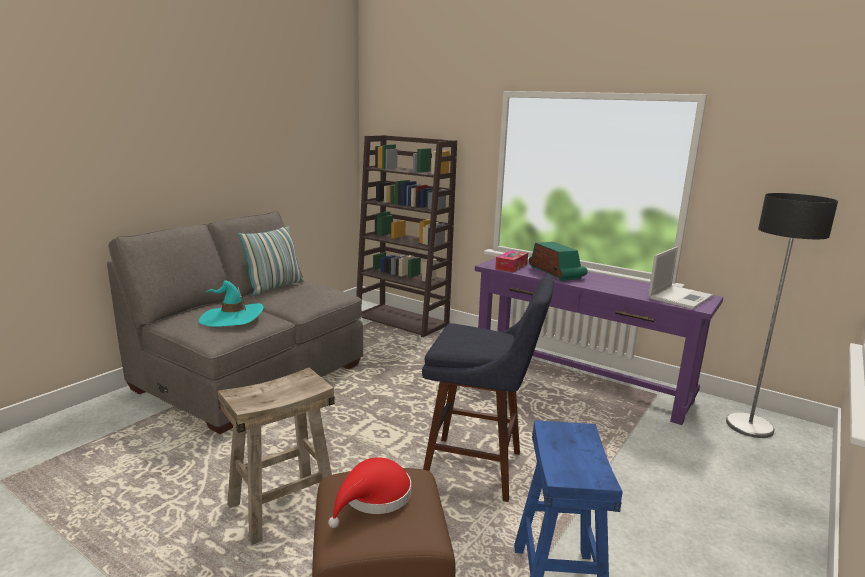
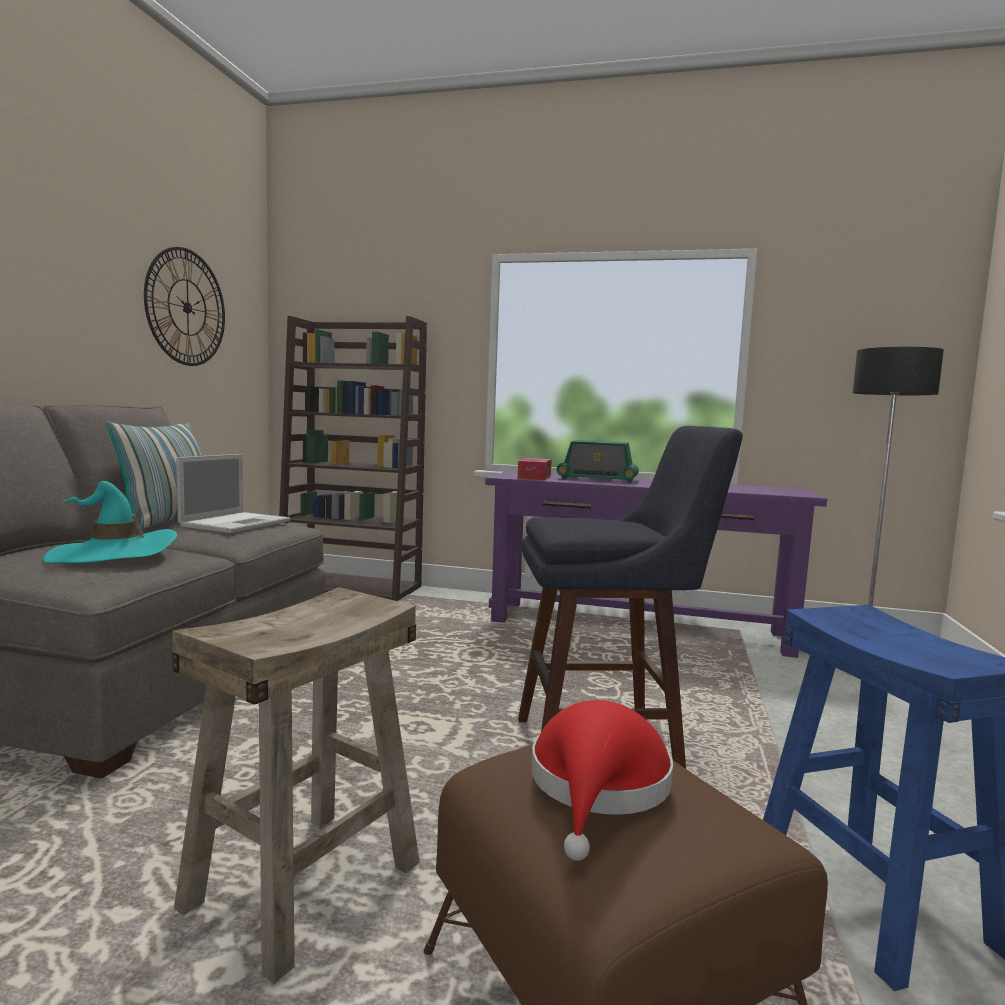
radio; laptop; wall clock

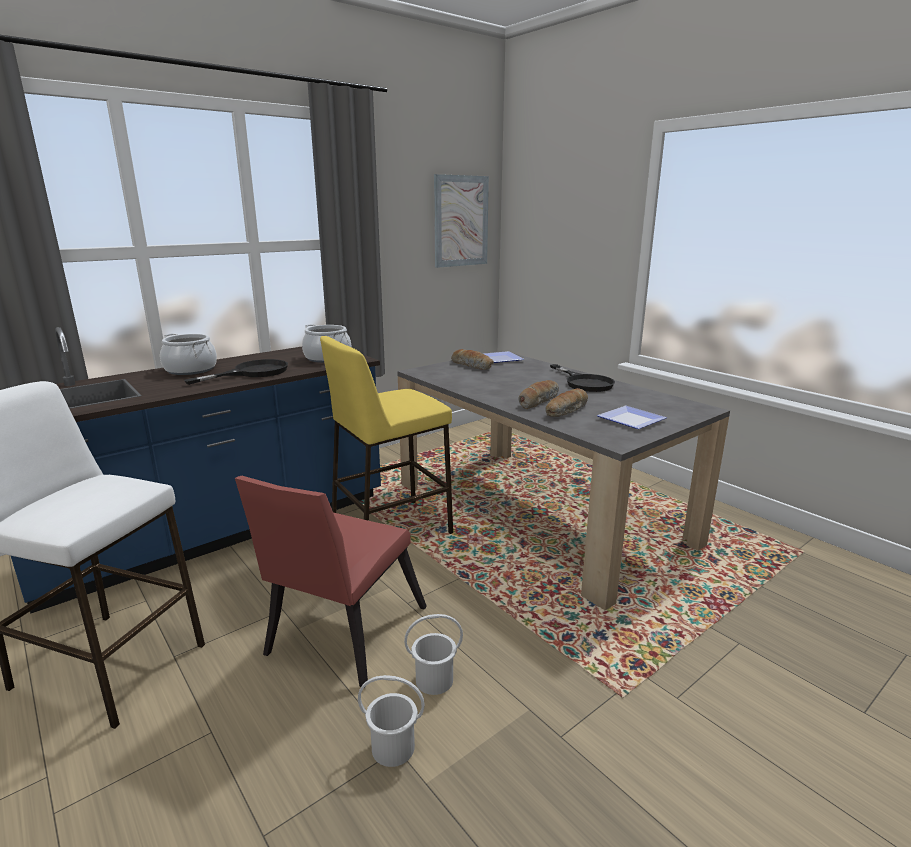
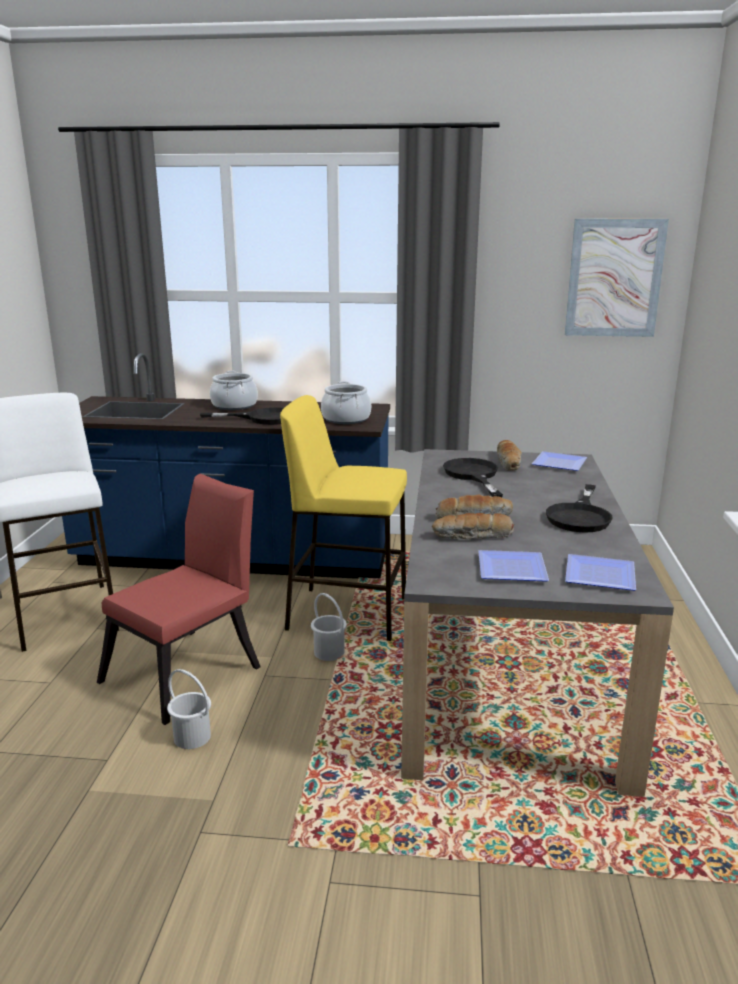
red chair; white bucket (no. 2 from left); black frying pan (no. 2 from left); plate (no. 3 from left)

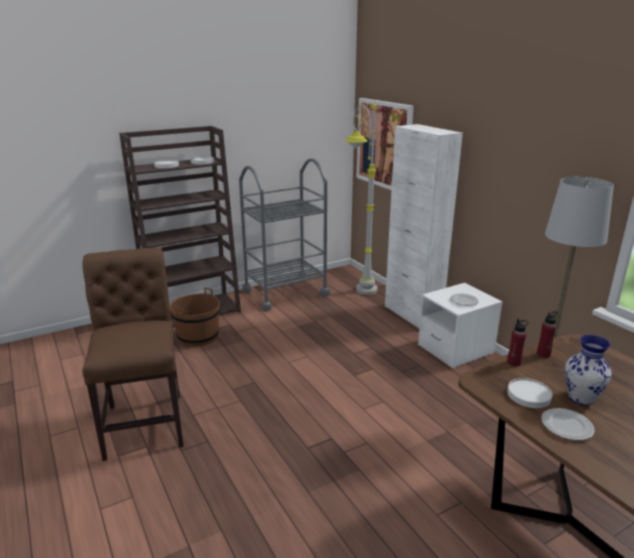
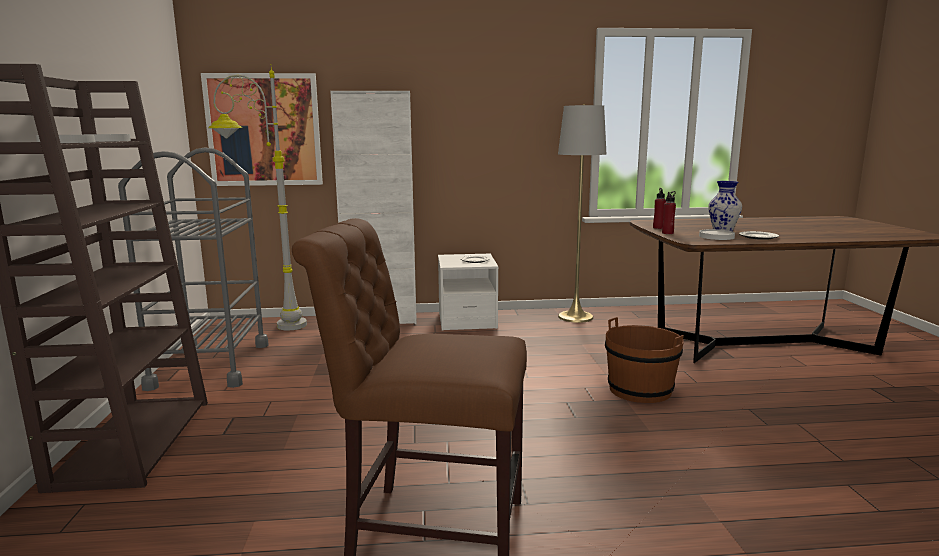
brown bucket

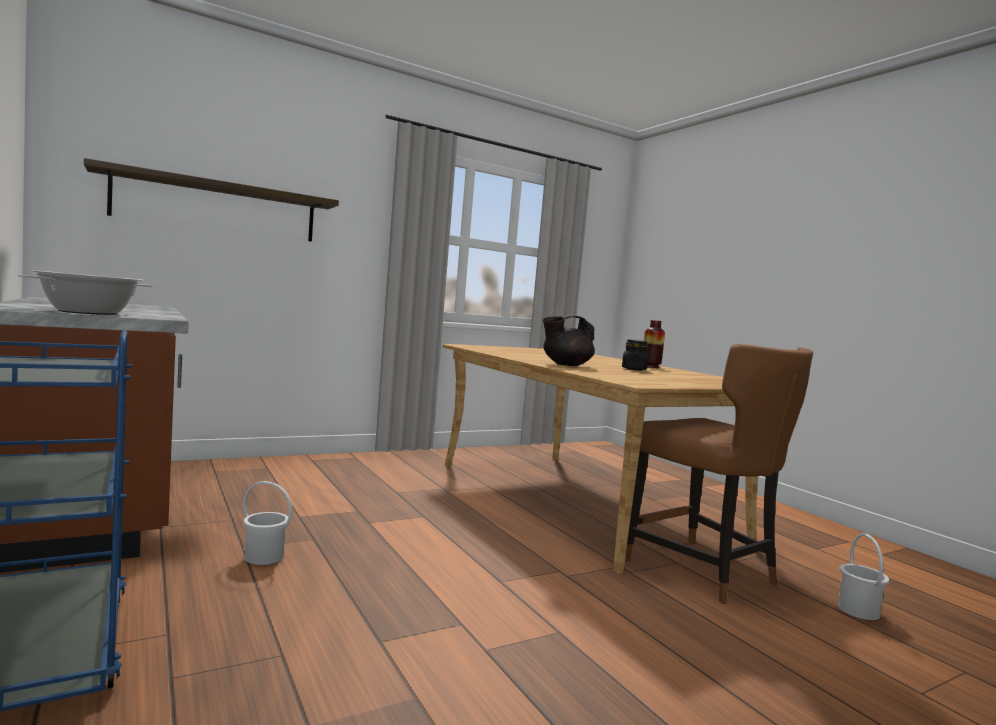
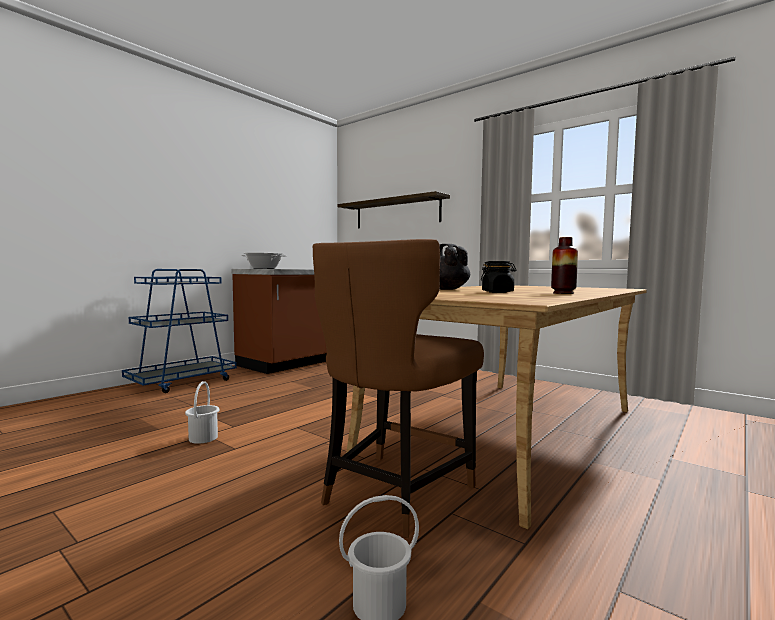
white bucket (no. 1 from left)

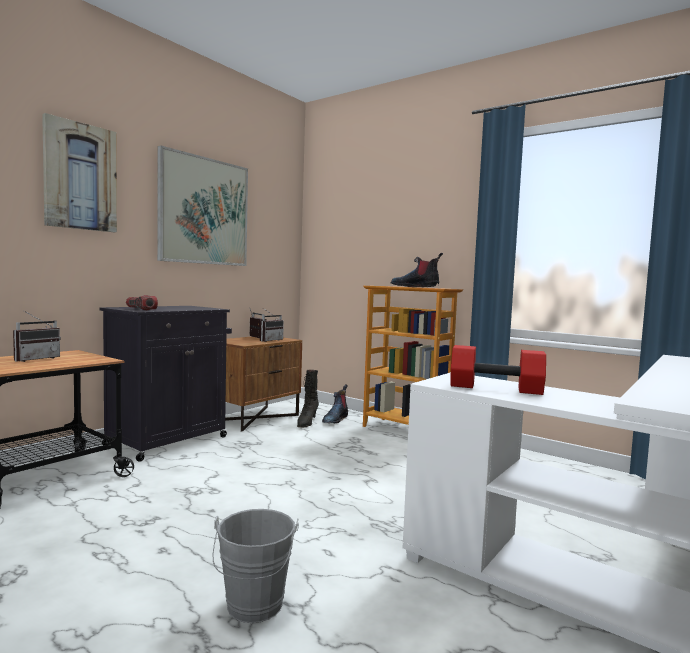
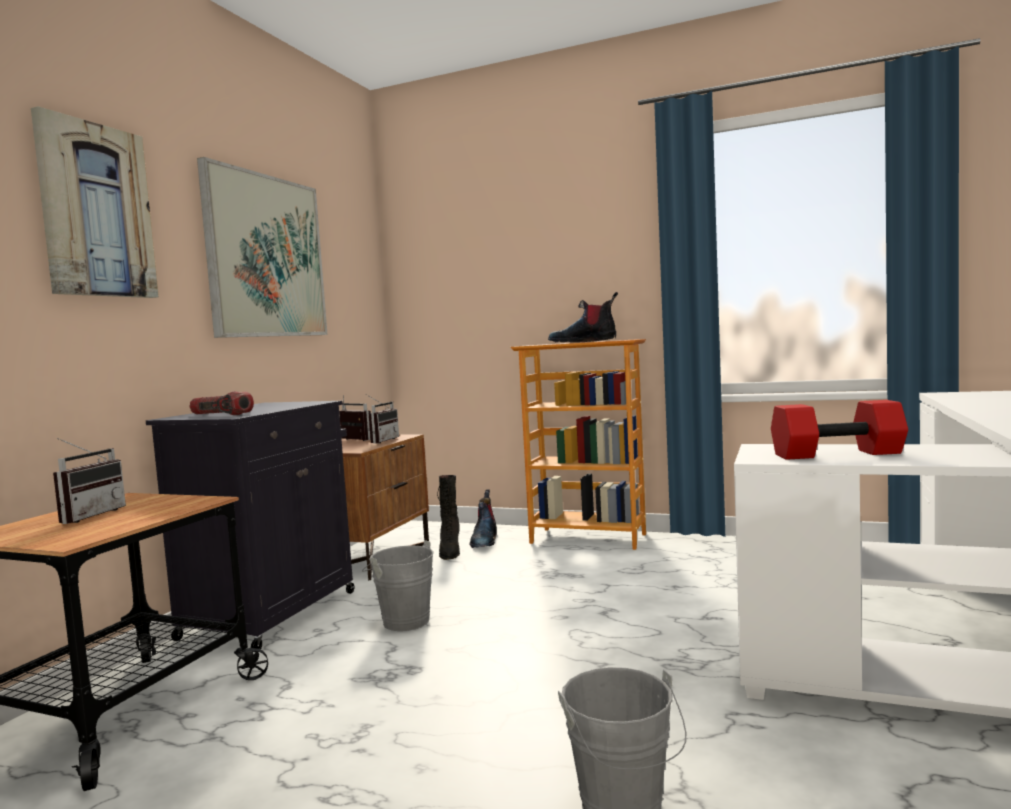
grey bucket (no. 1 from left)

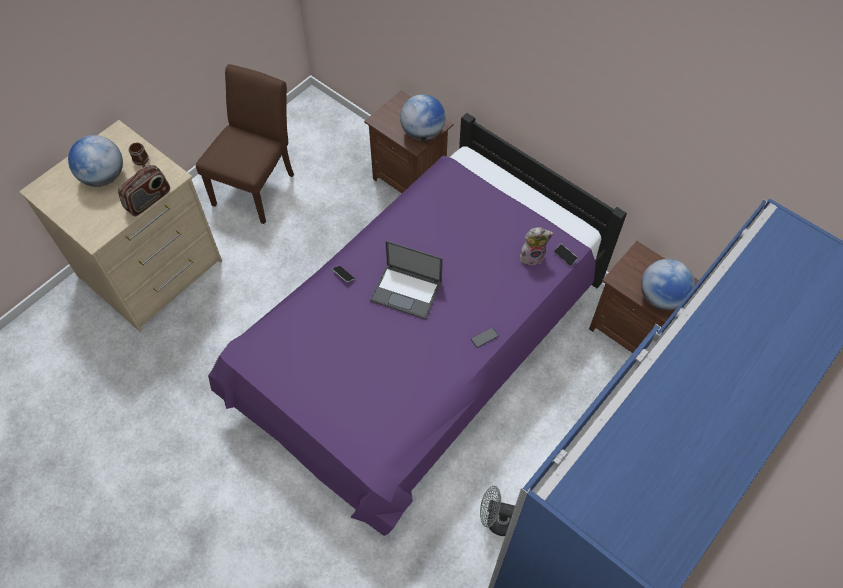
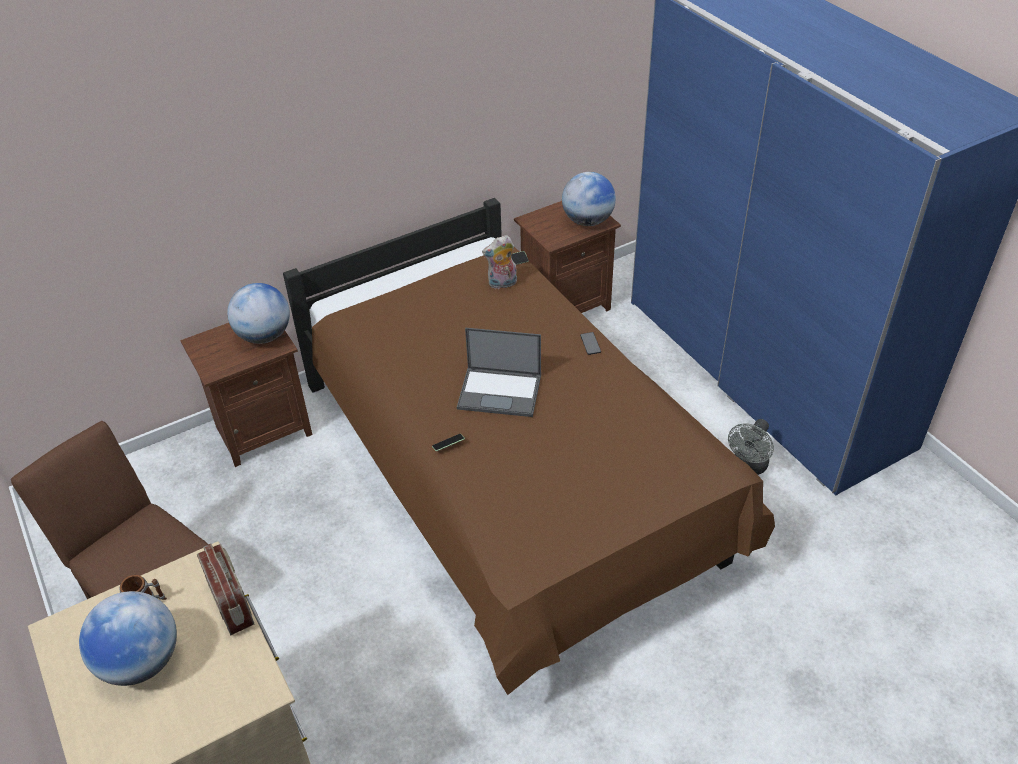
brown bed; laptop; plush toy

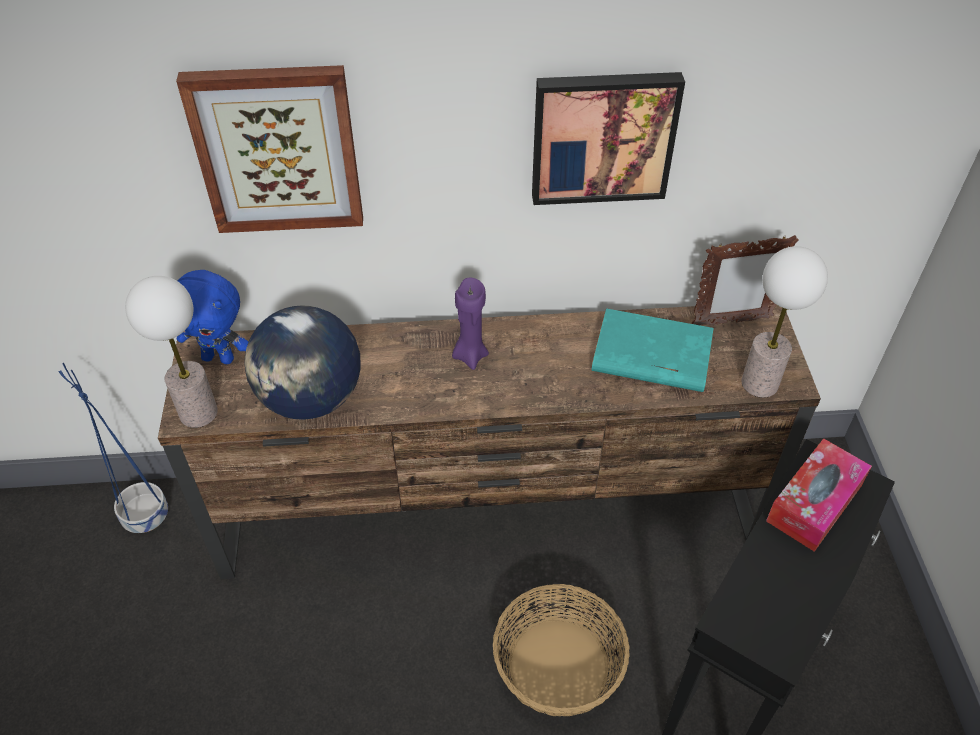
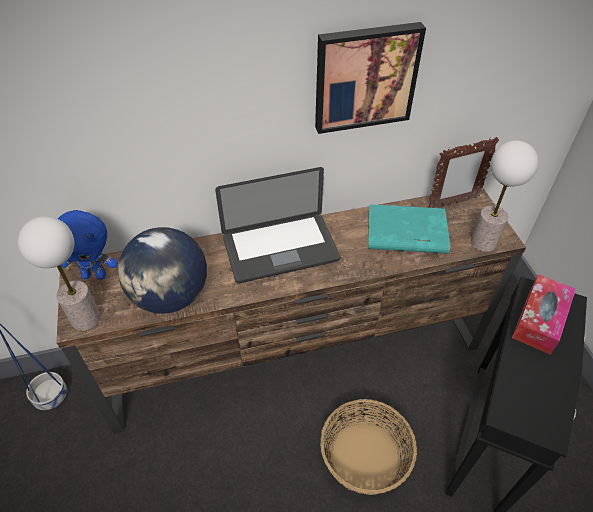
picture (no. 1 from left in the first image); laptop

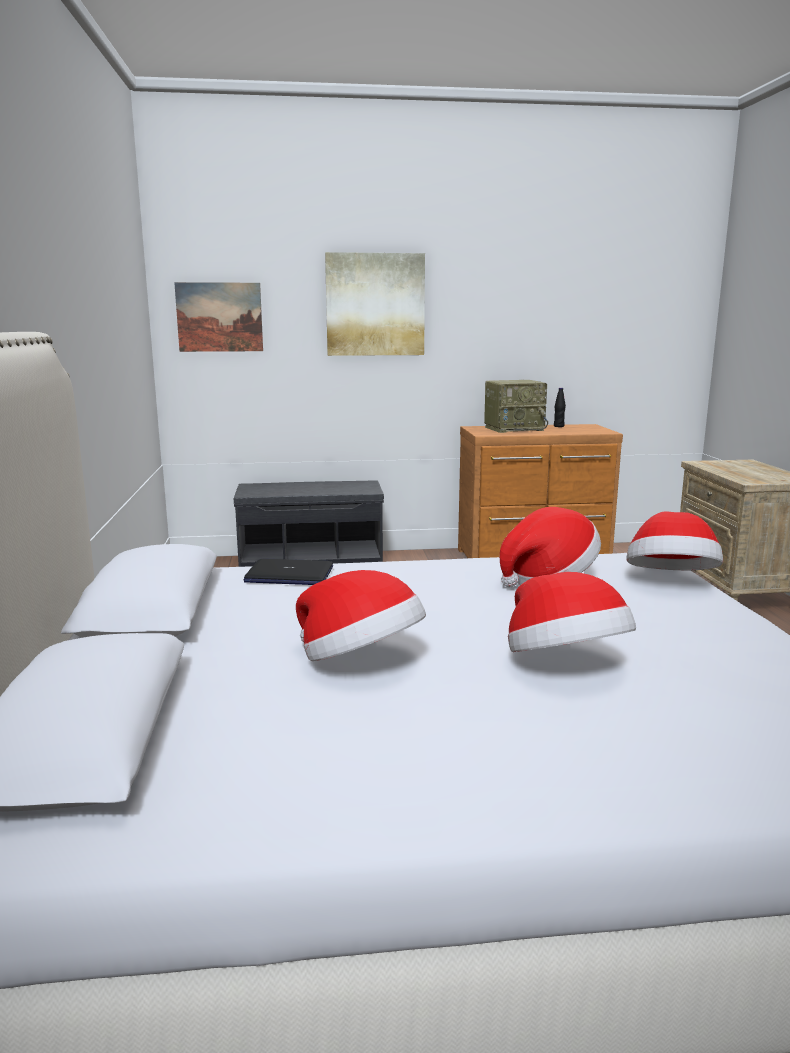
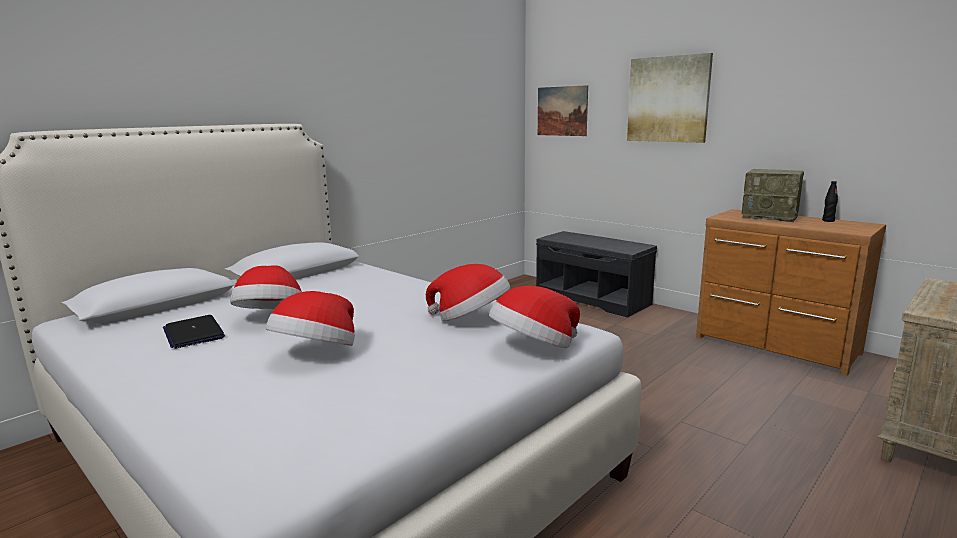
laptop

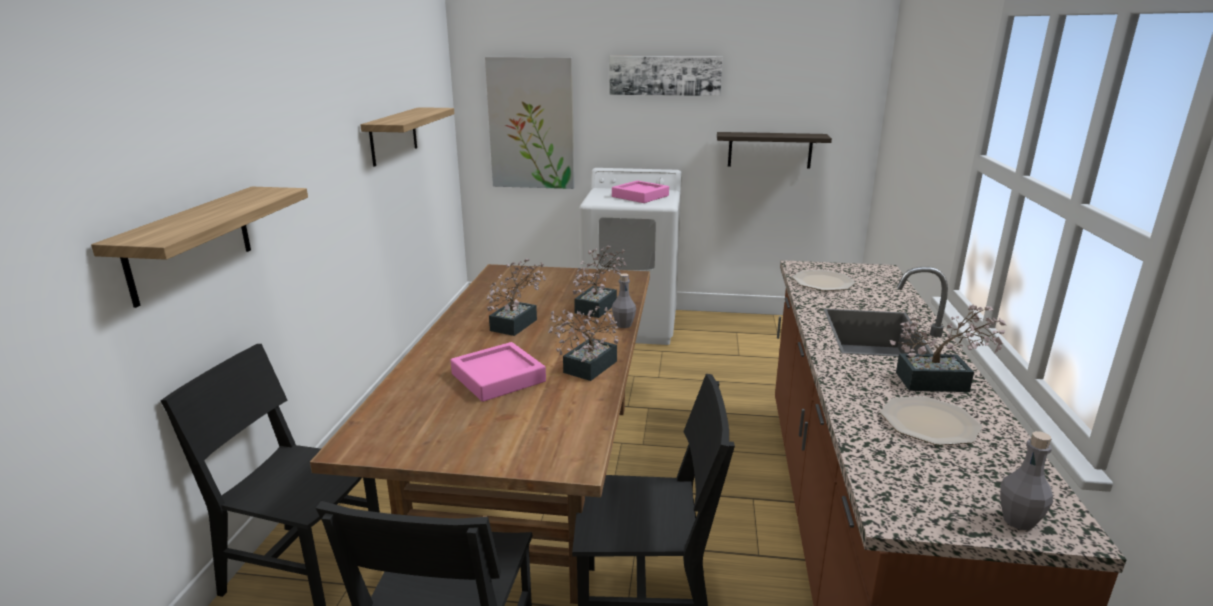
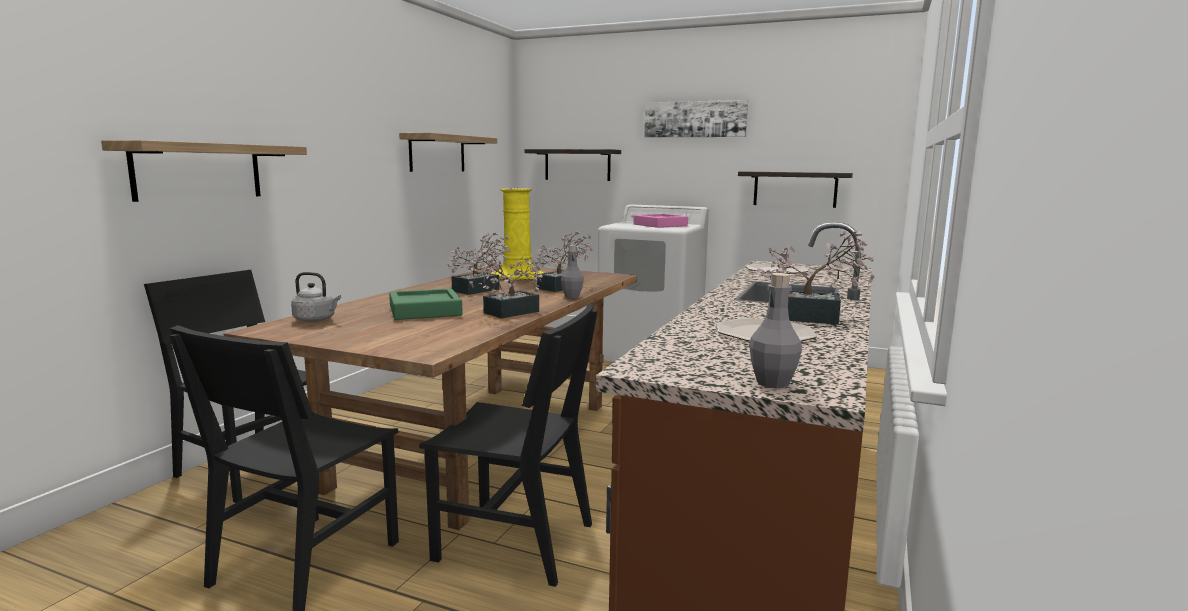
green tray; shelf (no. 3 from left); grey kettle; yellow vase

